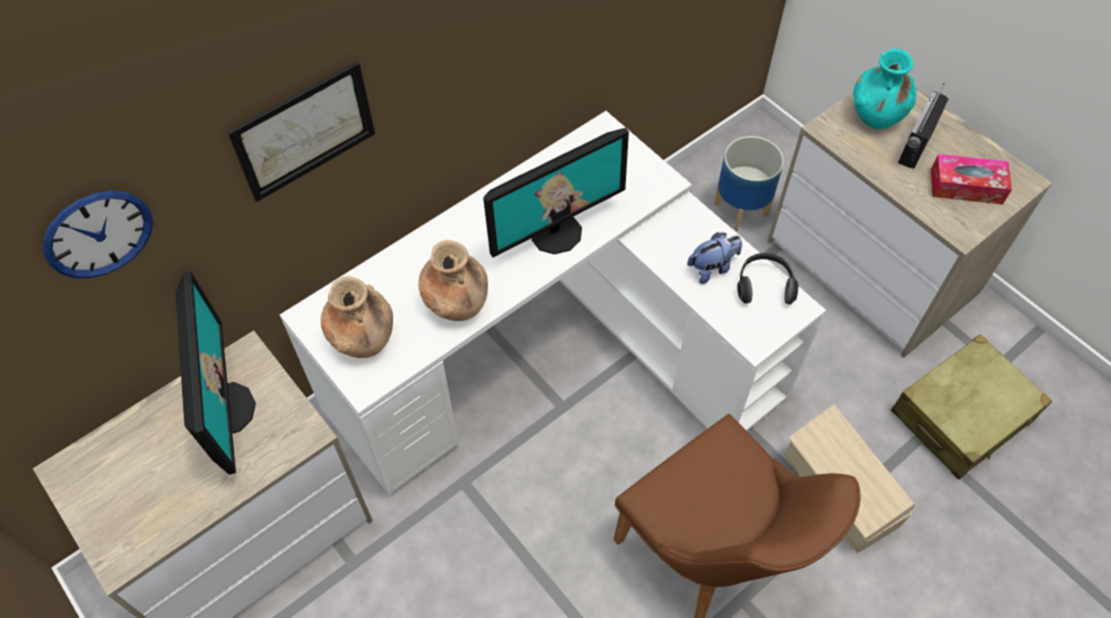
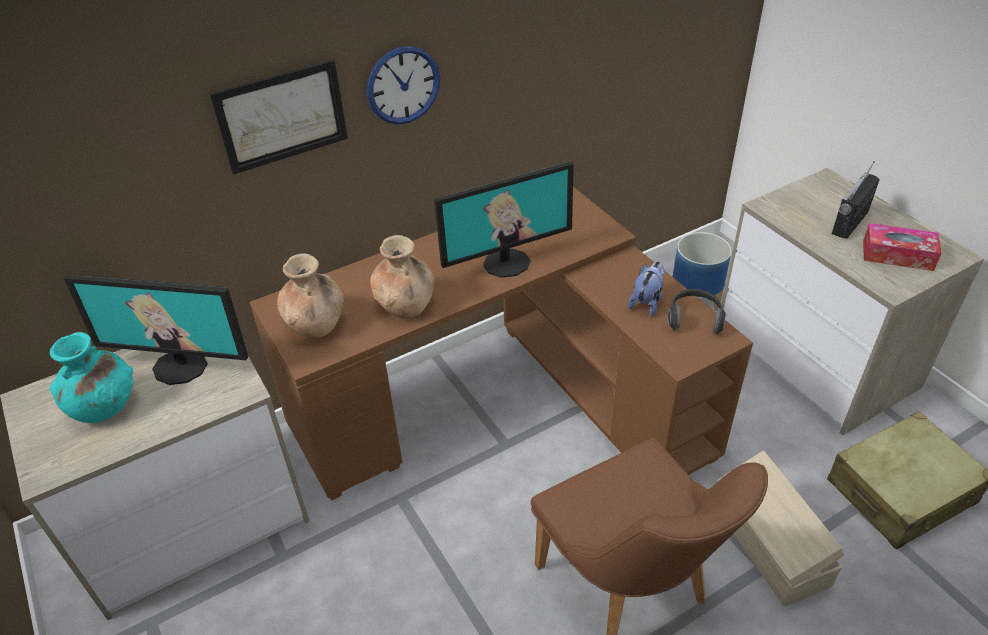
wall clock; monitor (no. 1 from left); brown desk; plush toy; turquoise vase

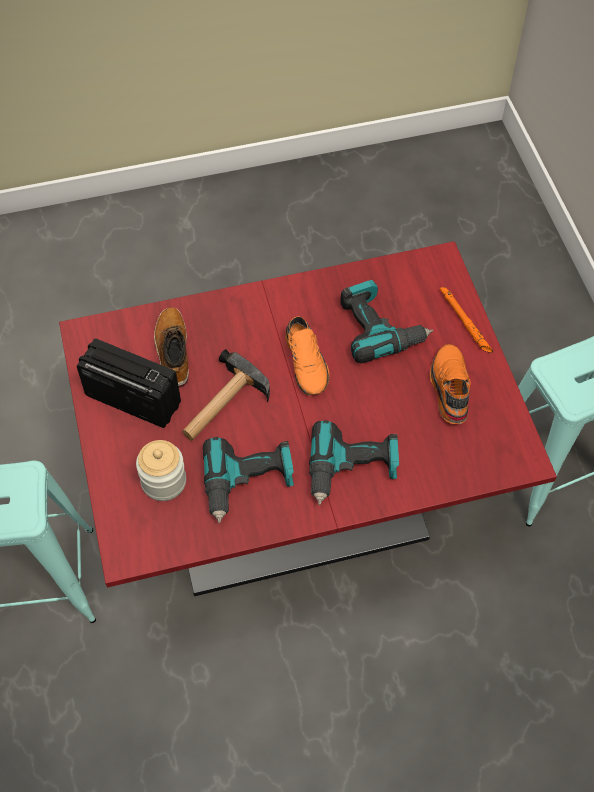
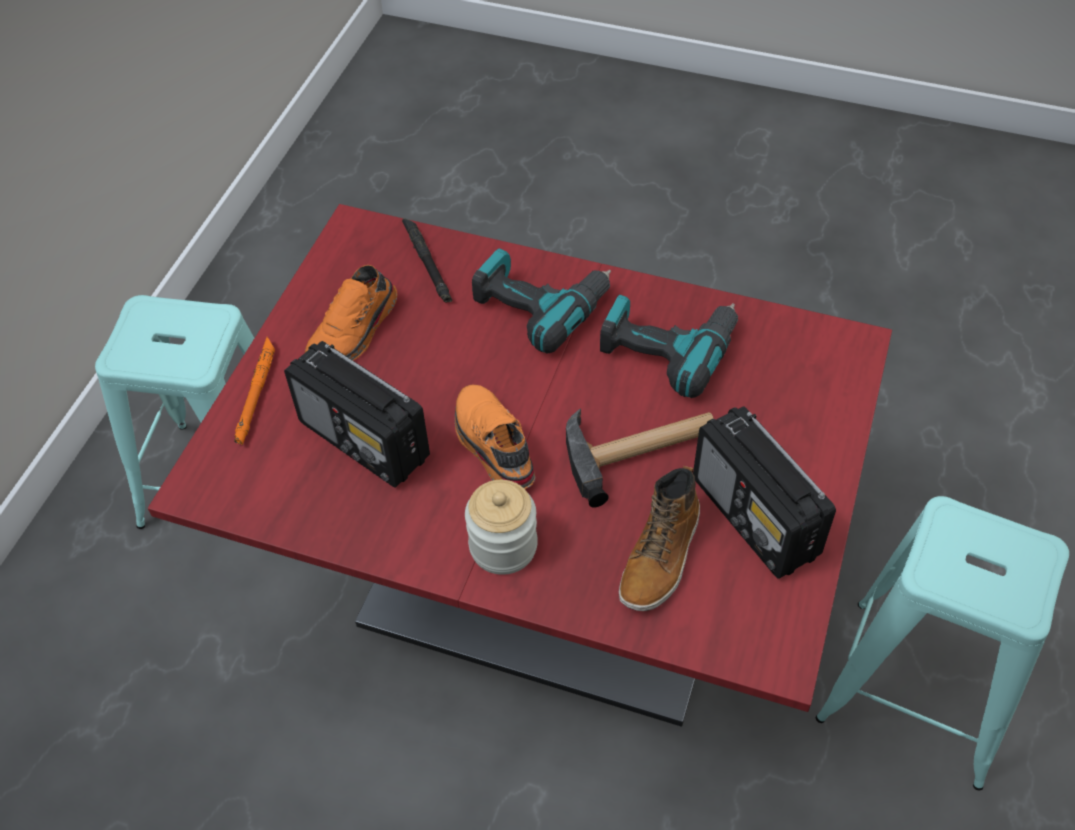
jar; orange shoe (no. 2 from left); radio (no. 1 from left); black flashlight

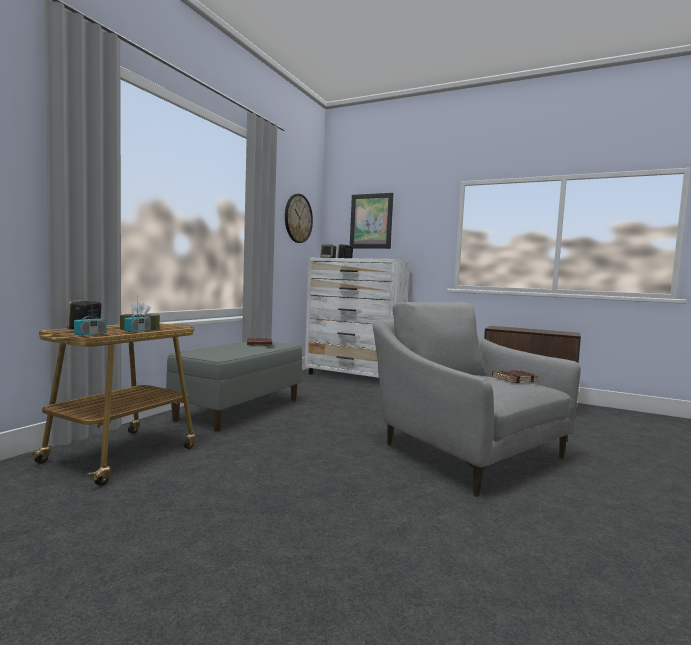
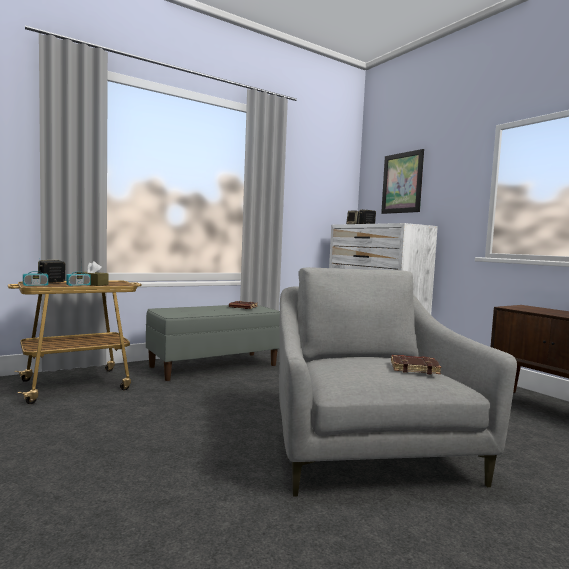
wall clock

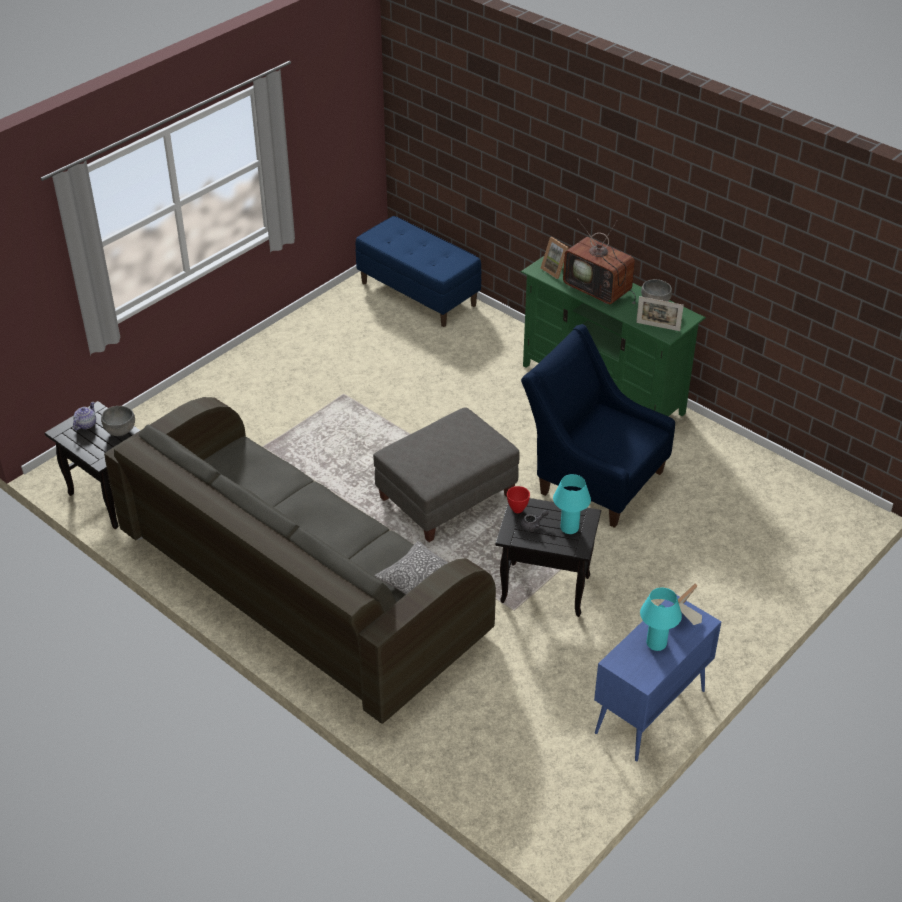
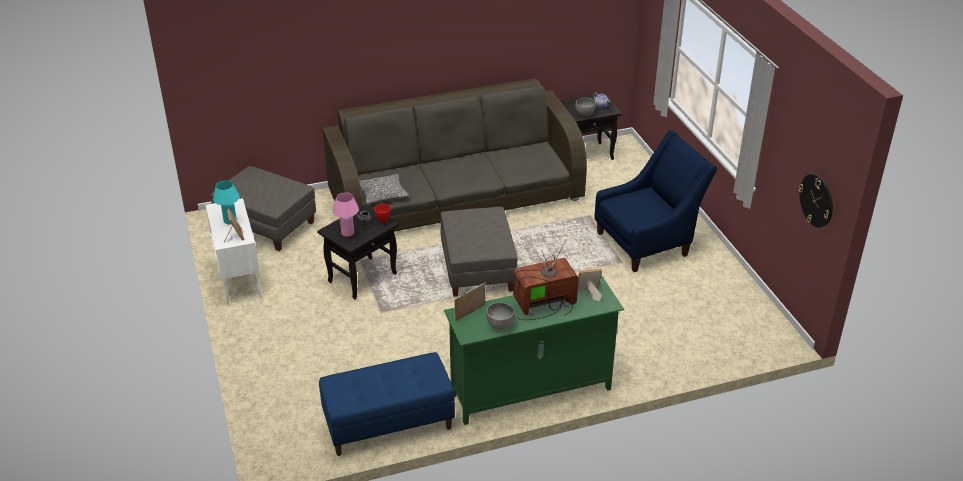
blue bench; blue armchair; pink table lamp; white cabinet; grey ottoman (no. 1 from left); wall clock

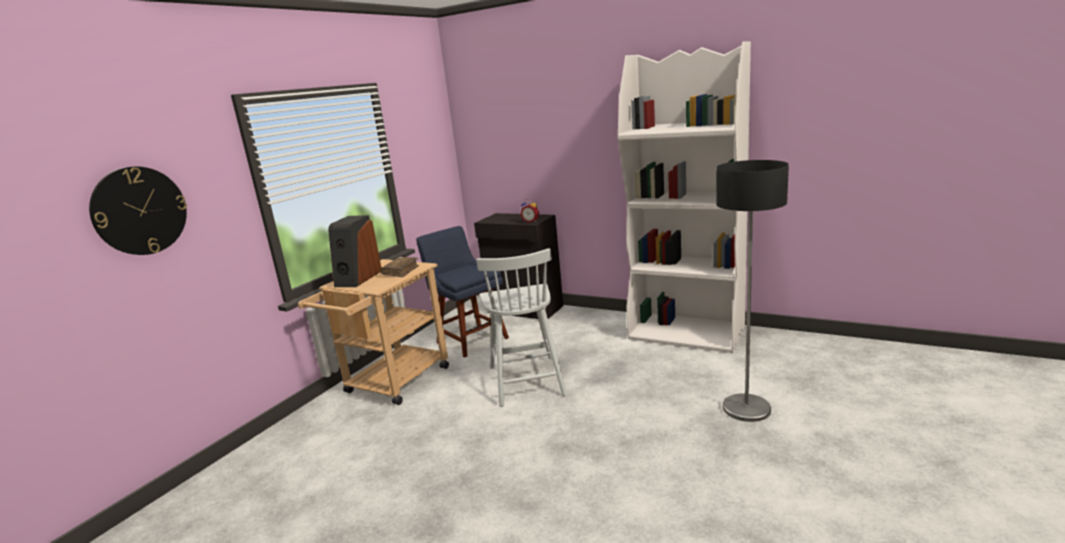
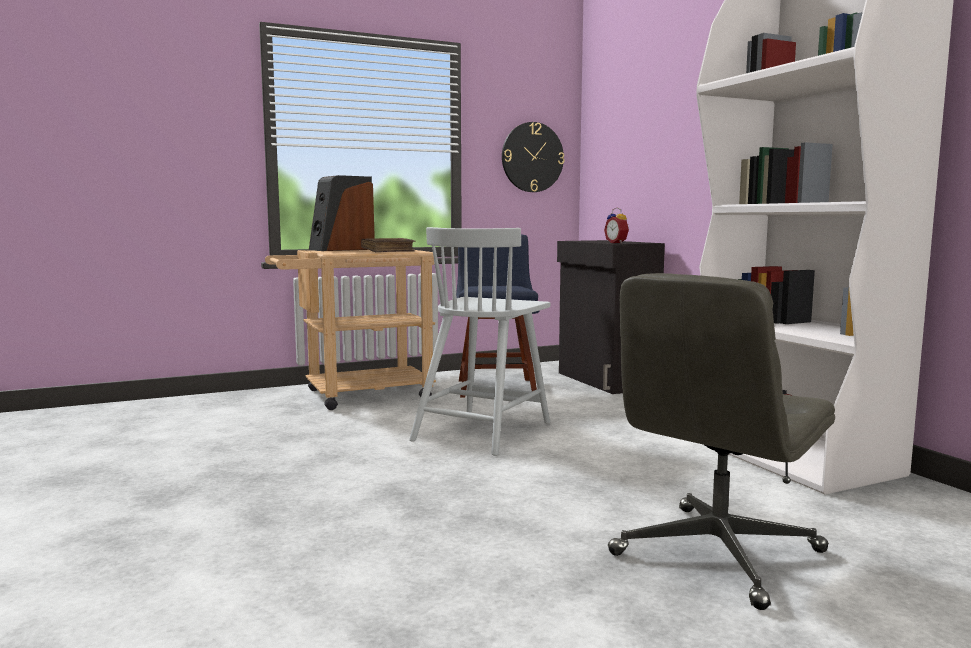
wall clock; grey office chair

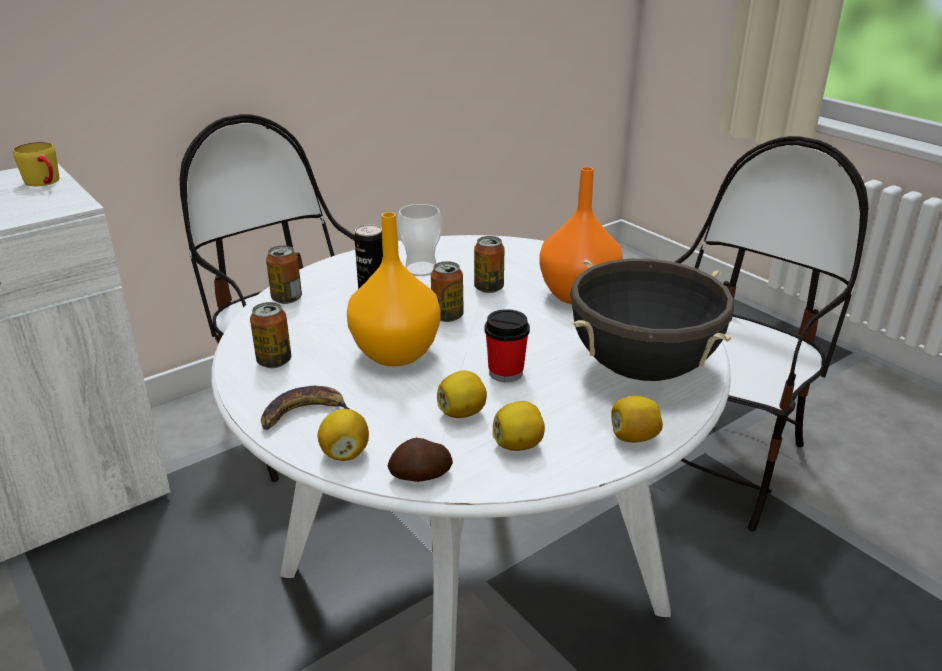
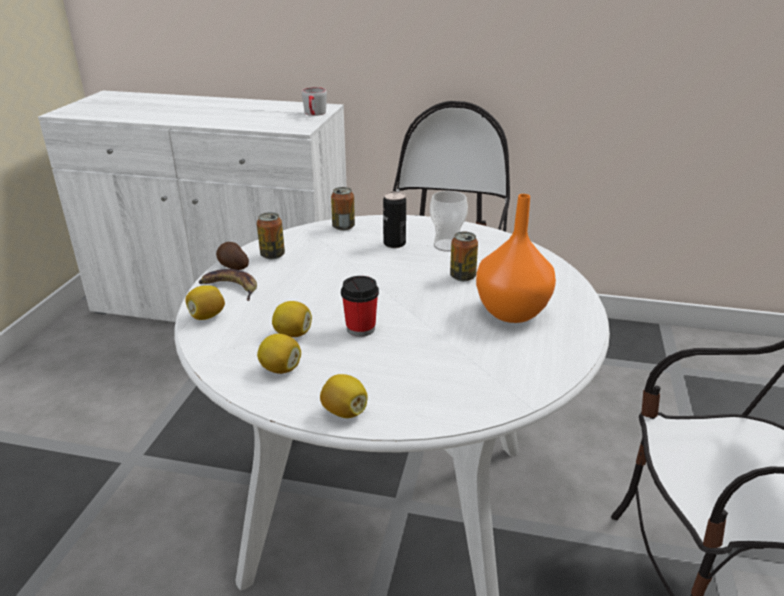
grey mug; orange vase (no. 1 from left in the first image); potato; can (no. 4 from left in the first image); black cooking pot

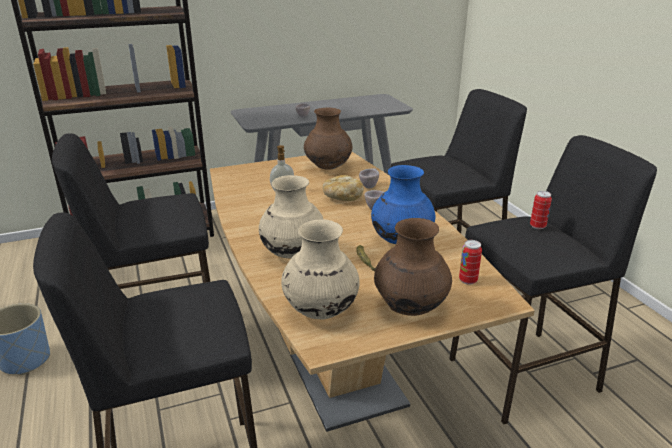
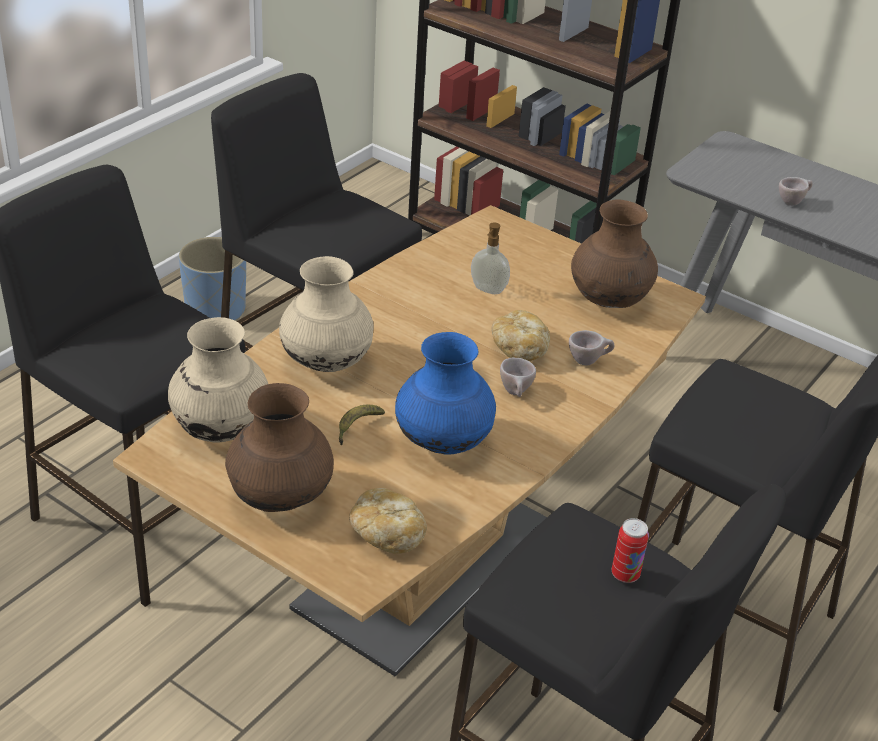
bread (no. 1 from left)

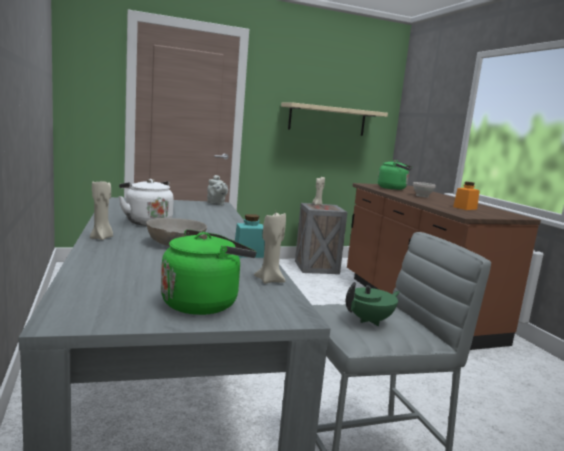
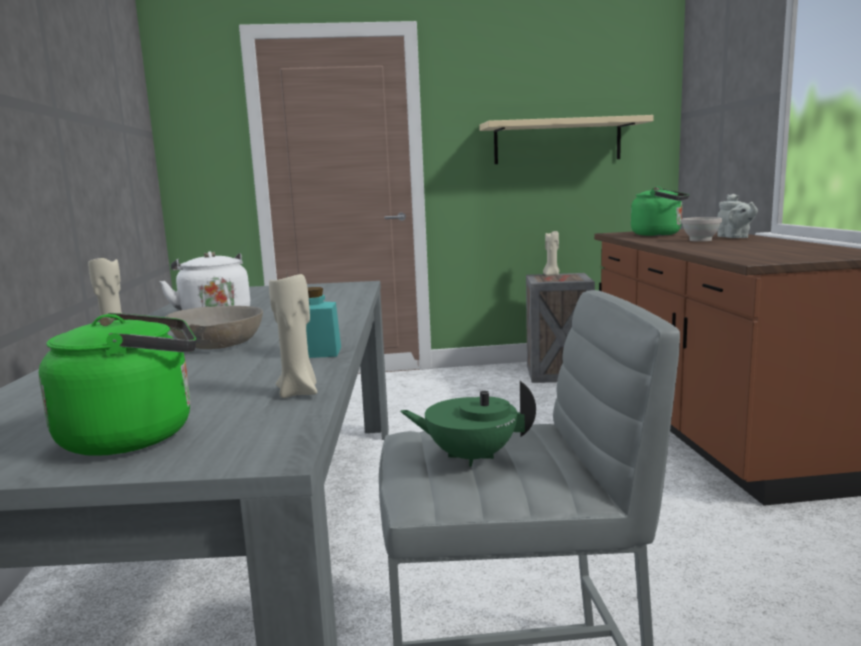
grey teapot; green teapot; orange jar

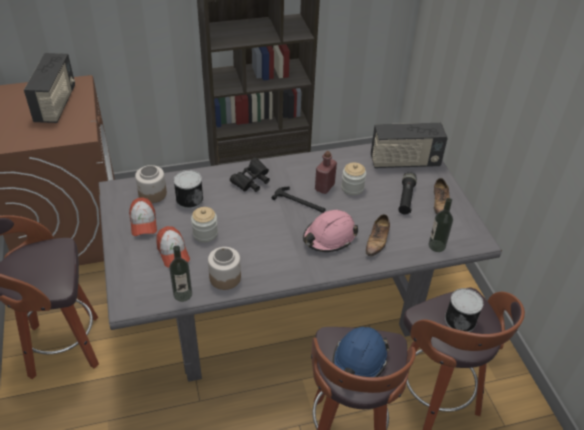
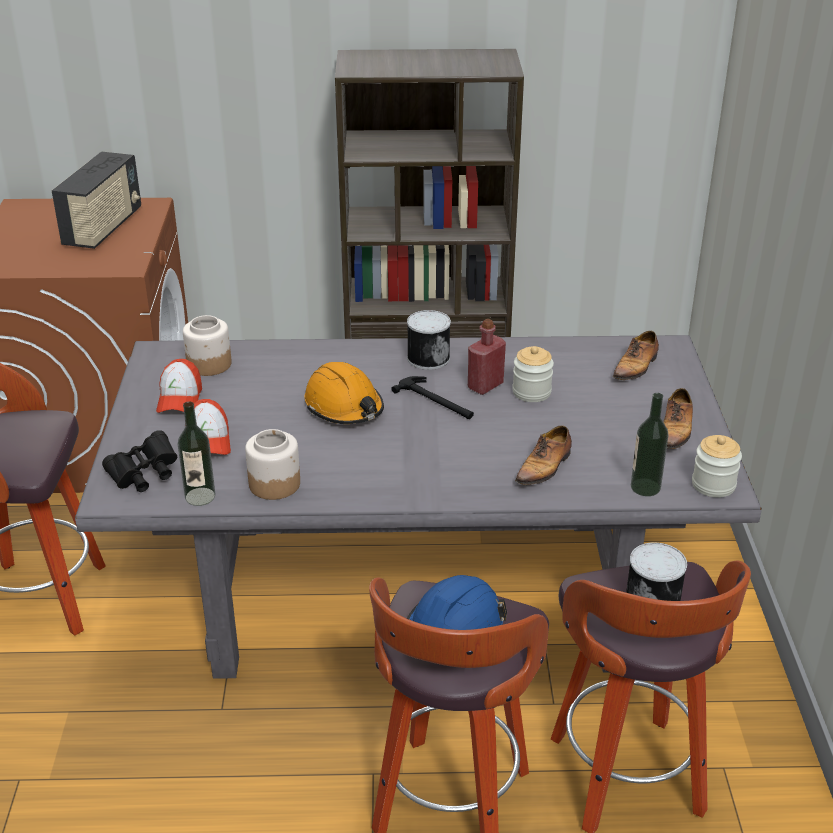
can (no. 1 from left); jar (no. 4 from left); black binoculars; pink hard hat; shoe (no. 2 from left); black flashlight; orange hard hat

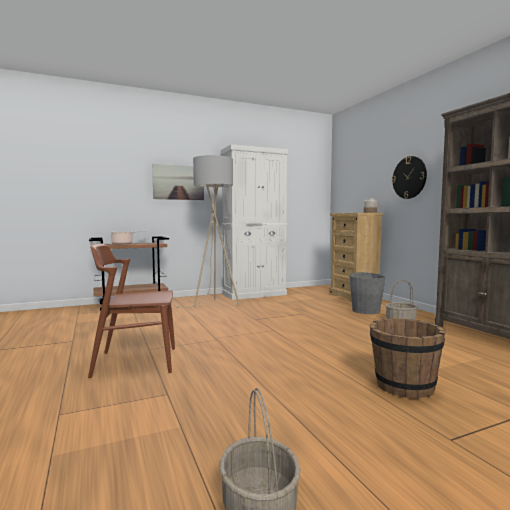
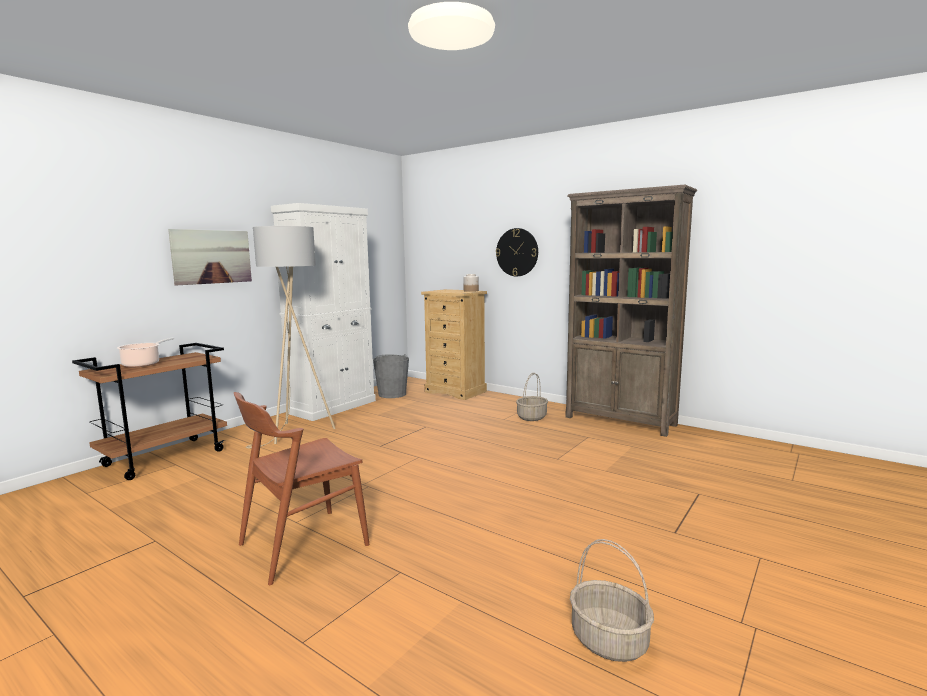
grey bucket; brown bucket

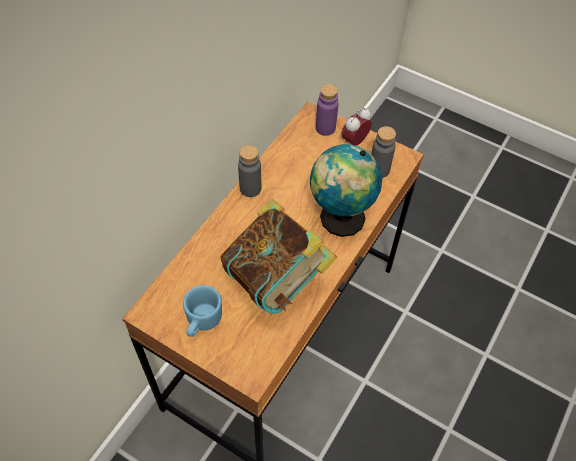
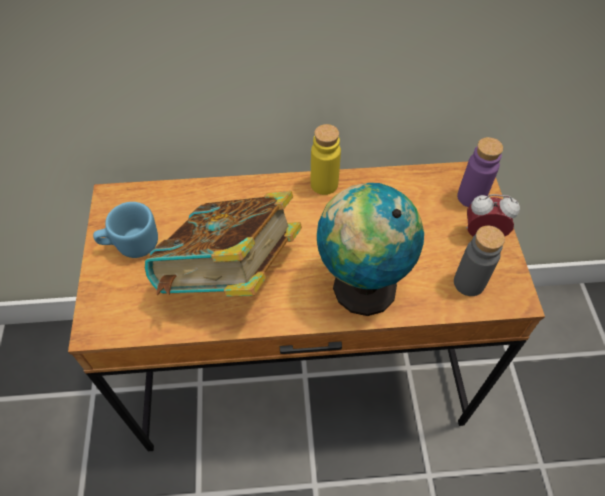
yellow bottle

